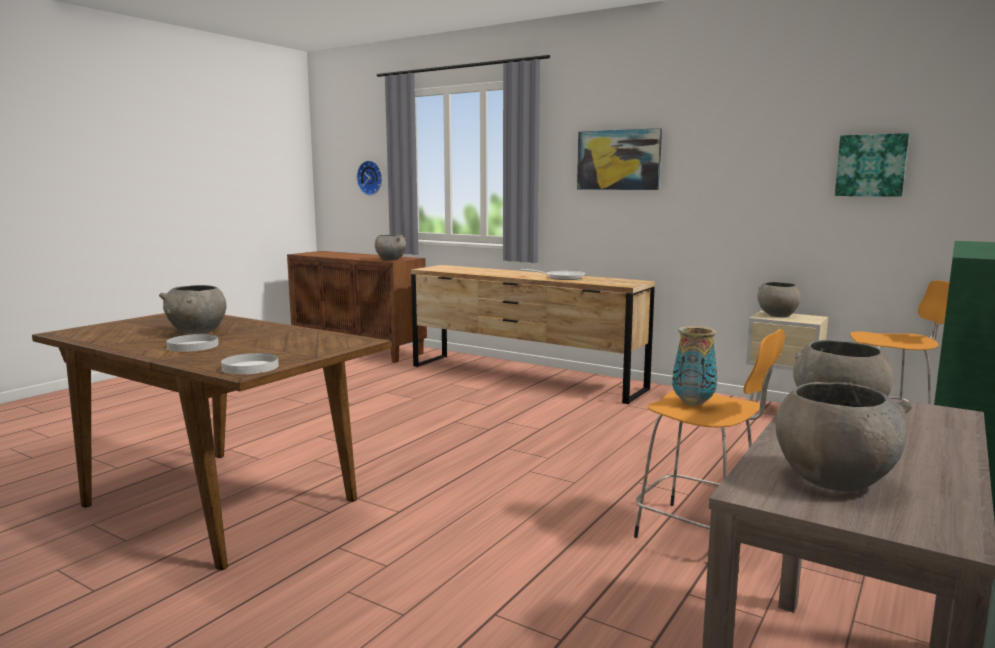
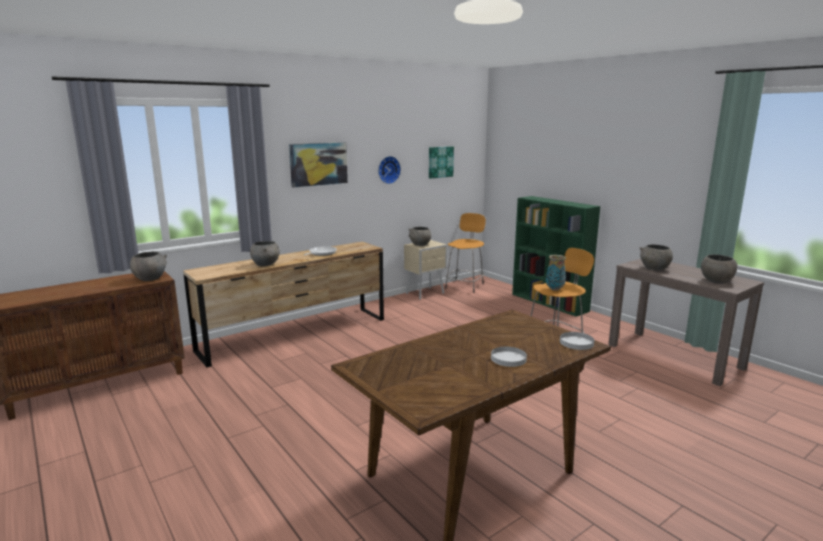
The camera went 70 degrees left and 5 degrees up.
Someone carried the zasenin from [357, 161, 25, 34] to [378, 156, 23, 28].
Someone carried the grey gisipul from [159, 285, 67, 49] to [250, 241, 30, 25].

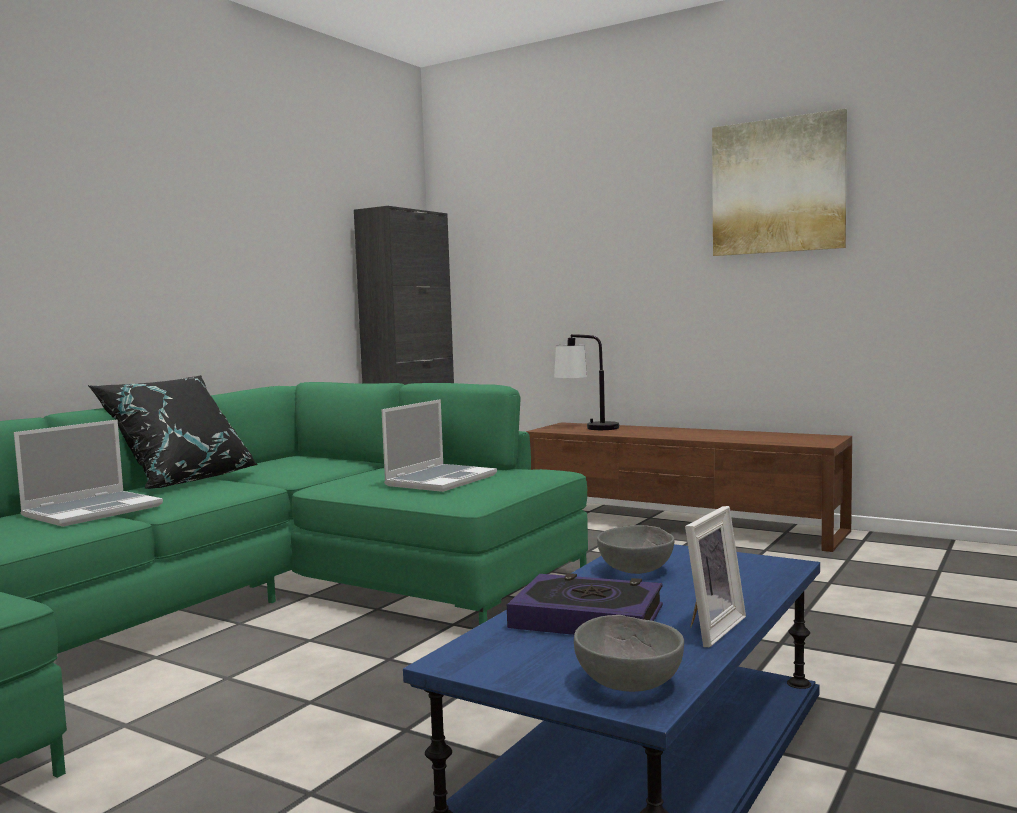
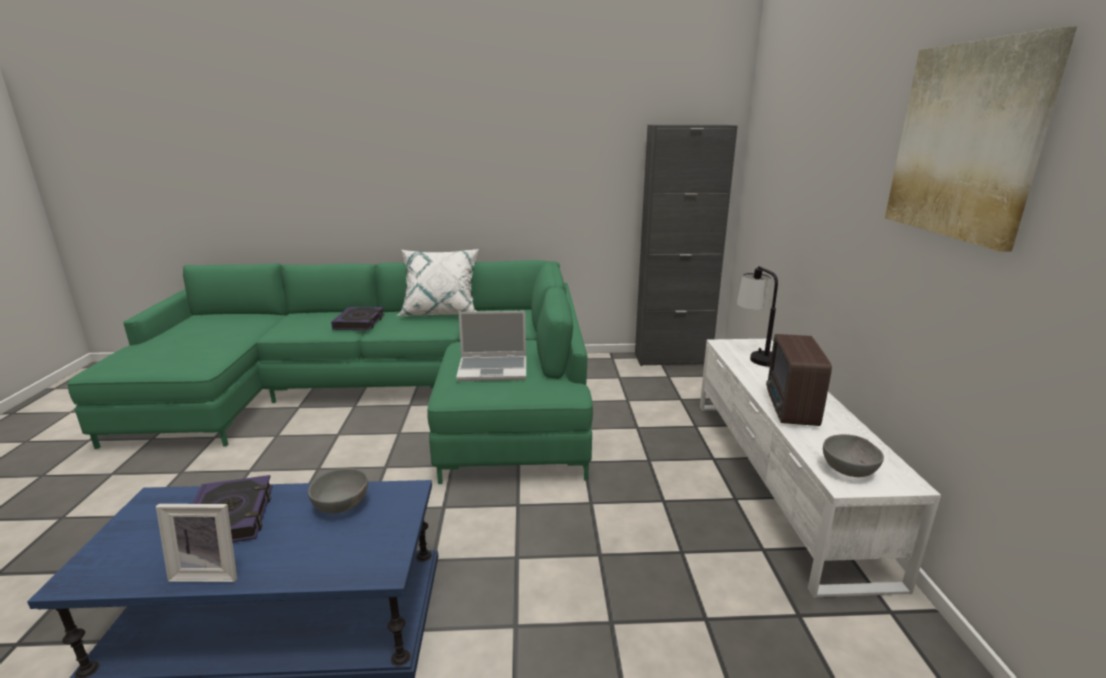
The camera went 55 degrees right and 15 degrees up.
Someone repainted the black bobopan at [88, 375, 170, 114], which became the white bobopan at [396, 249, 83, 67].
Someone swapped the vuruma at [14, 420, 149, 107] for the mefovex at [331, 307, 53, 23].
Someone repainted the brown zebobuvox at [526, 422, 326, 130], which became the white zebobuvox at [700, 339, 241, 259].
Someone carried the grey gisipul from [574, 615, 110, 77] to [823, 434, 61, 43].
Someone put down the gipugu at [766, 334, 66, 92].

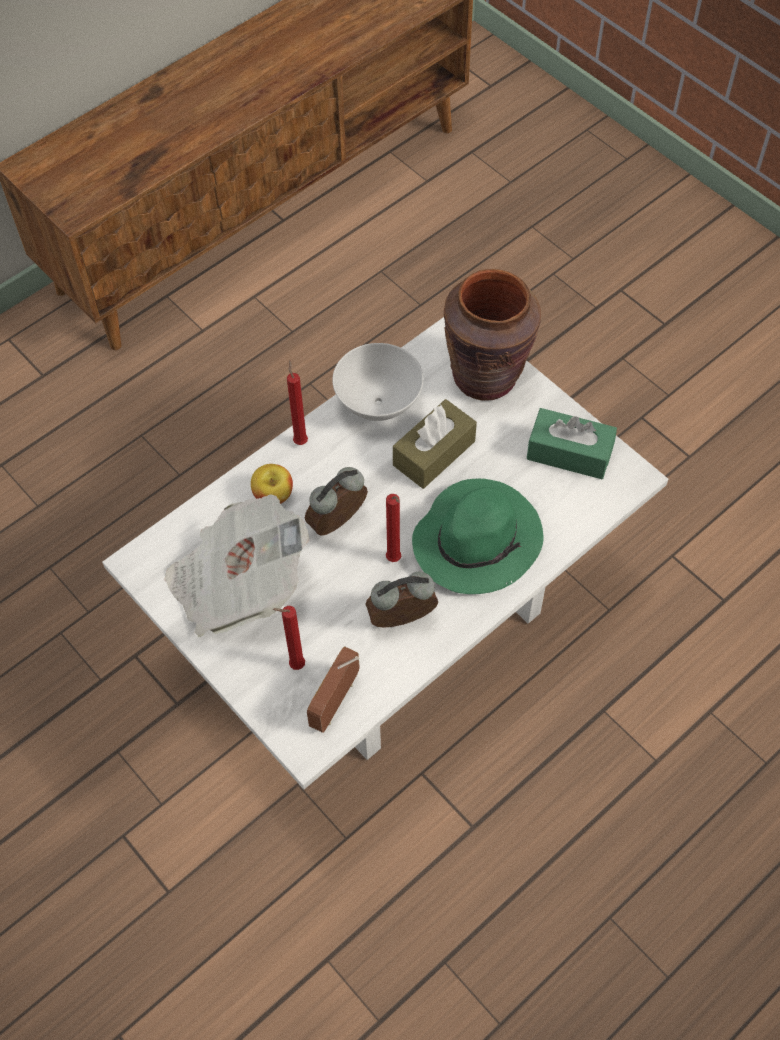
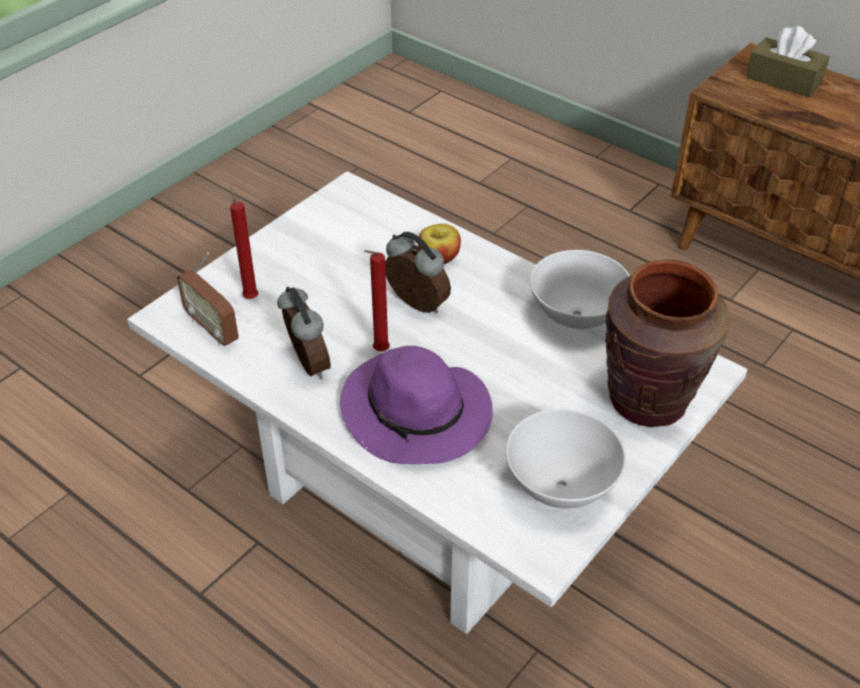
The camera went 80 degrees right and 15 degrees down.
Someone took away the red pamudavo at [287, 360, 21, 85].
Someone carried the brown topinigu from [393, 399, 84, 90] to [746, 26, 84, 71].
Someone swapped the green topinigu at [527, 408, 90, 71] for the white gisipul at [506, 409, 120, 100].
Someone repainted the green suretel at [412, 479, 132, 115], which became the purple suretel at [340, 346, 153, 118].
Someone took away the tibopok at [164, 494, 145, 143].
Someone rotated the gipugu at [307, 646, 53, 87] by 150 degrees counterclockwise.

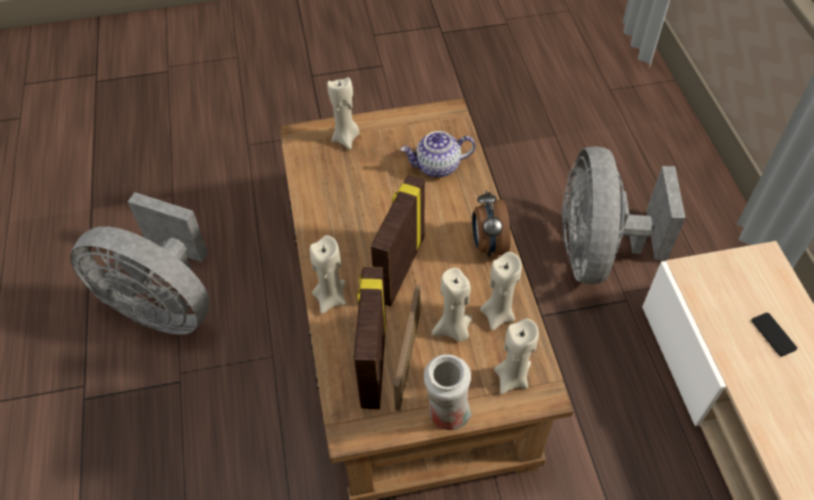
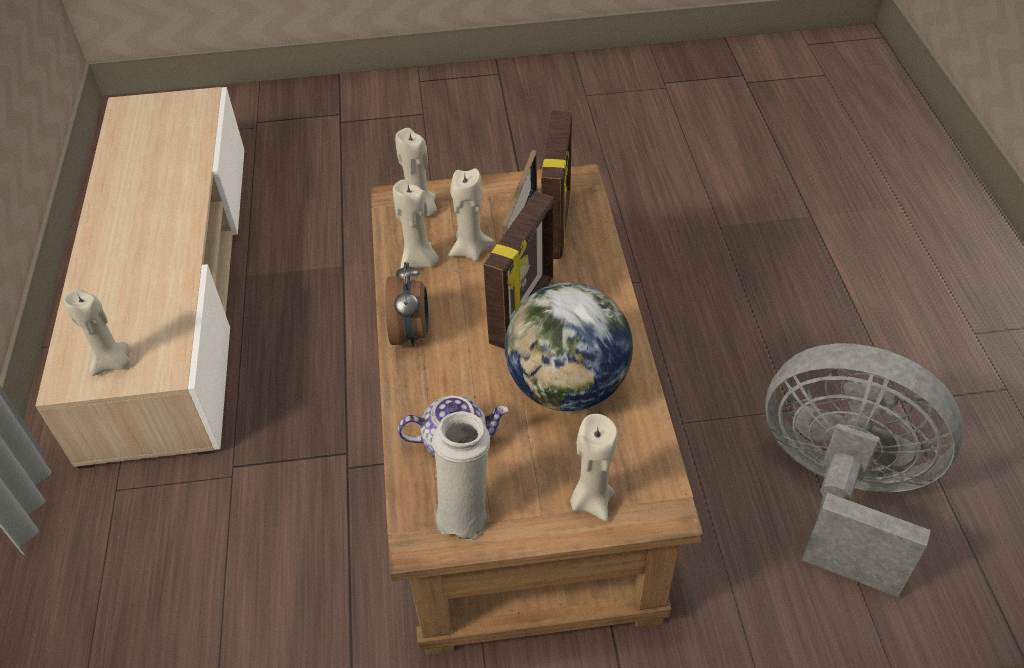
The camera went 175 degrees left and 5 degrees down.
Someone took away the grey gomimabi at [562, 146, 124, 138].
Someone carried the beige pamudavo from [310, 235, 36, 79] to [63, 289, 67, 87].
Someone took away the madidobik at [751, 313, 46, 44].
Someone carried the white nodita from [424, 354, 48, 76] to [432, 411, 58, 128].
Someone put down the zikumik at [505, 283, 128, 128].

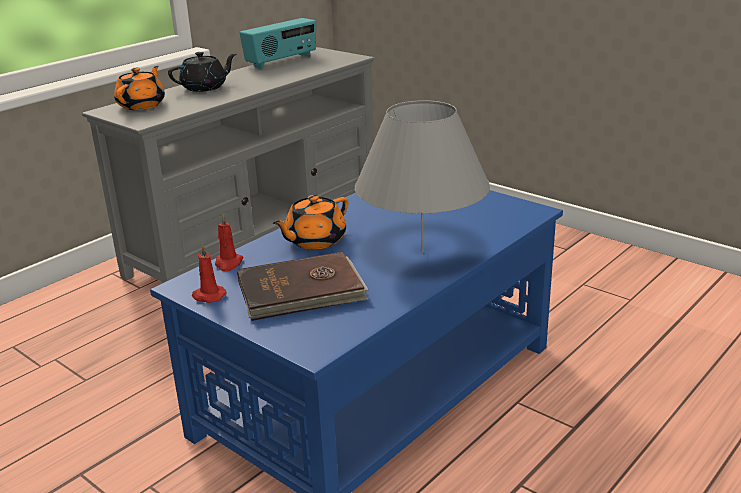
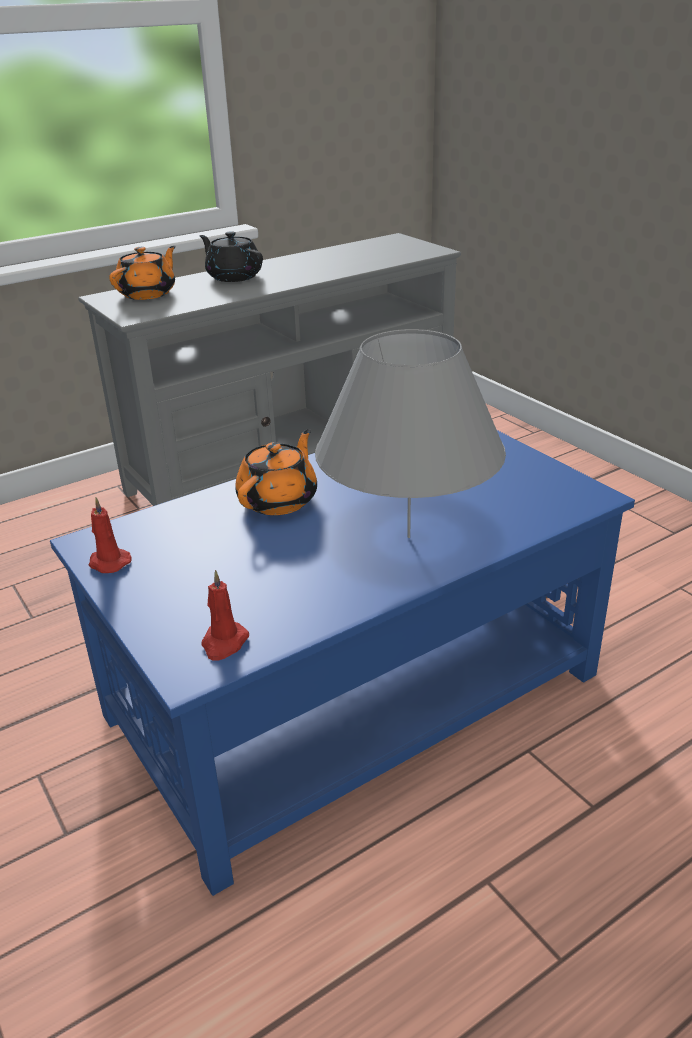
The camera went 15 degrees right and 5 degrees up.
Someone took away the gipugu at [240, 18, 76, 51].
Someone rotated the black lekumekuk at [168, 52, 68, 40] by 120 degrees counterclockwise.
Someone rotated the orange lekumekuk at [273, 195, 75, 54] by 150 degrees clockwise.
Someone carried the red pamudavo from [215, 213, 29, 59] to [201, 570, 48, 91].
Someone took away the brown mefovex at [237, 252, 132, 69].

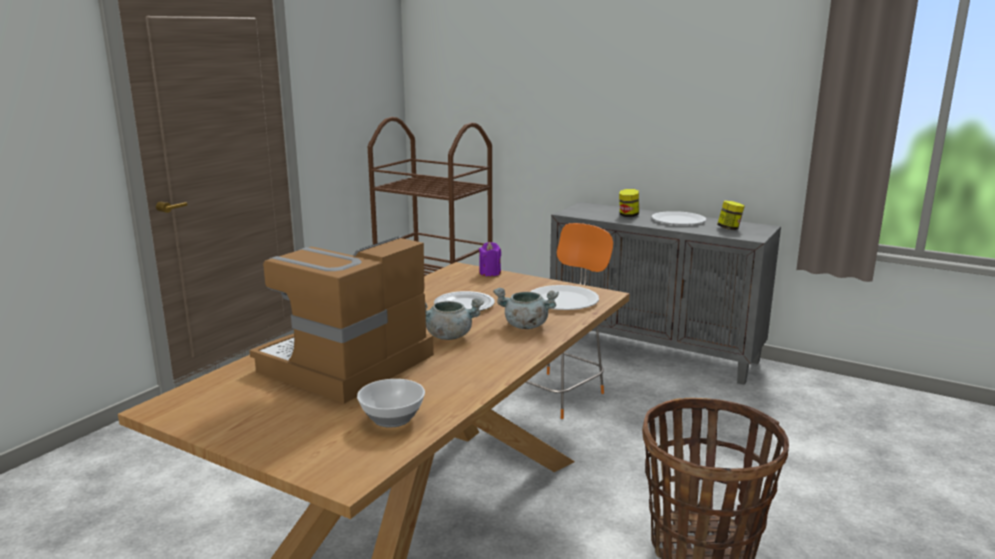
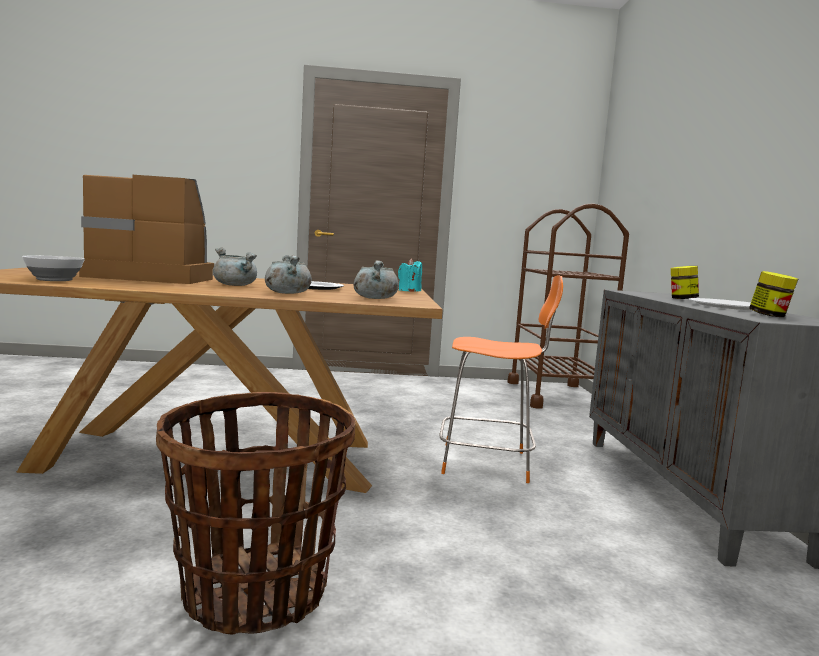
The camera went 55 degrees right and 10 degrees down.
Someone repainted the purple pamudavo at [479, 242, 22, 34], which became the turquoise pamudavo at [398, 259, 24, 32].
Someone swapped the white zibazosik at [530, 285, 69, 25] for the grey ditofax at [354, 260, 45, 39].

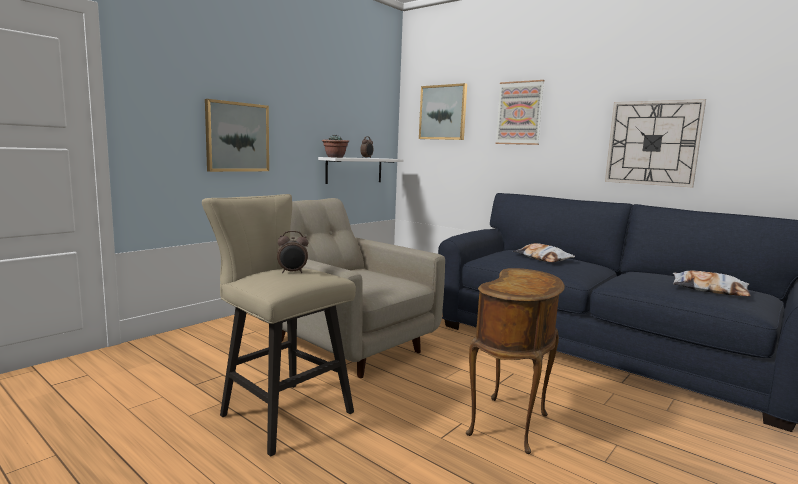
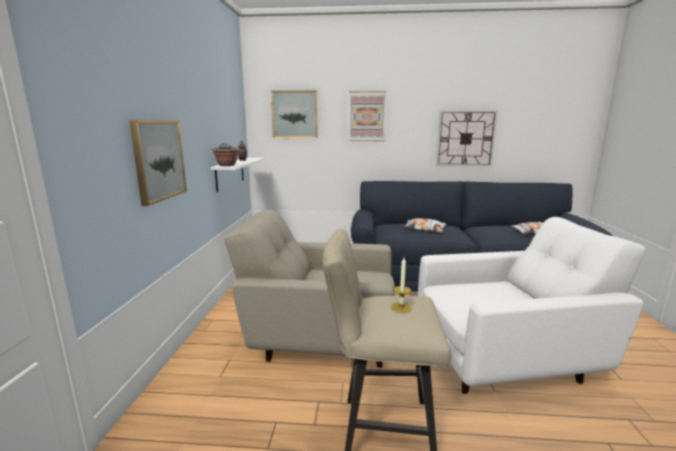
The camera went 35 degrees left and 5 degrees up.
Someone swapped the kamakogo at [277, 231, 32, 42] for the pamudavo at [391, 258, 21, 55].
Someone swapped the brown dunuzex at [466, 268, 99, 186] for the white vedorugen at [418, 217, 228, 177].

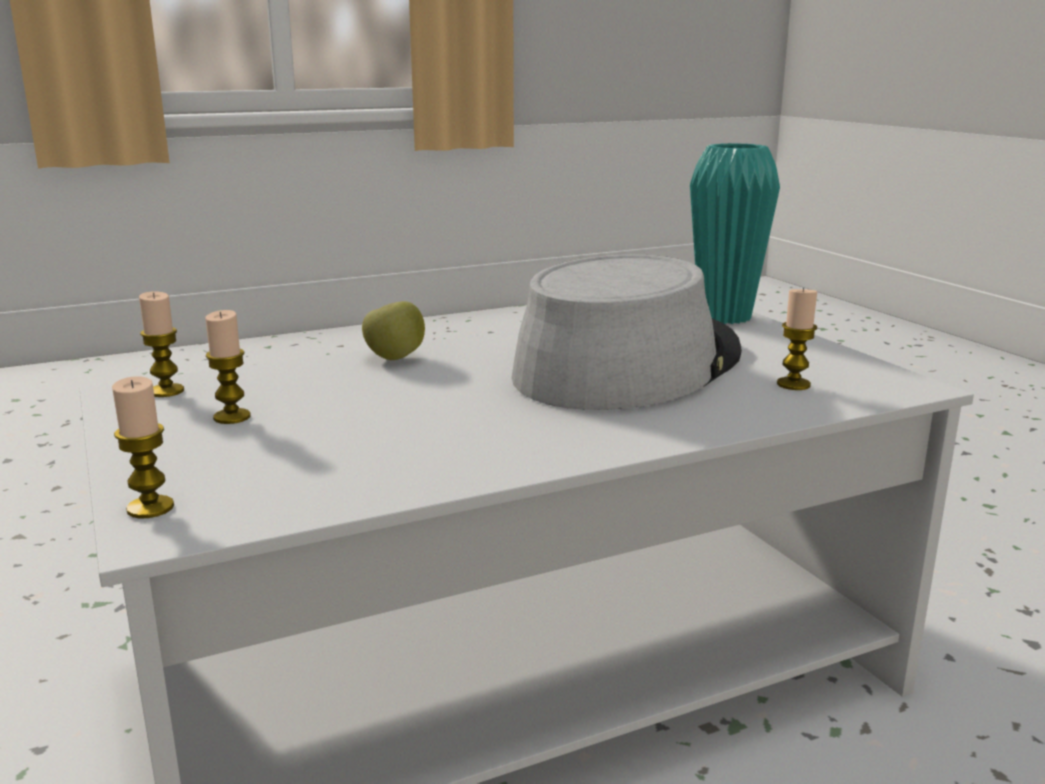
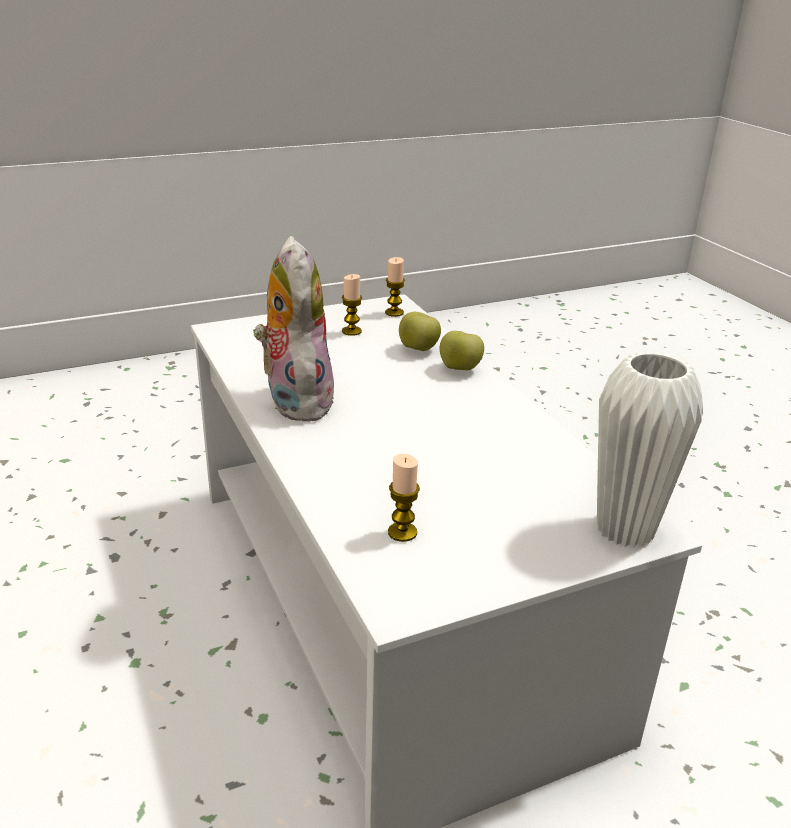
The camera went 90 degrees right and 10 degrees up.
Someone repainted the turquoise nodita at [690, 143, 90, 181], which became the white nodita at [597, 351, 106, 196].
Someone took away the grey suretel at [511, 254, 231, 156].
Someone took away the pamudavo at [112, 376, 62, 143].
Someone put down the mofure at [253, 236, 81, 186].
Someone put down the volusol at [399, 312, 42, 39].

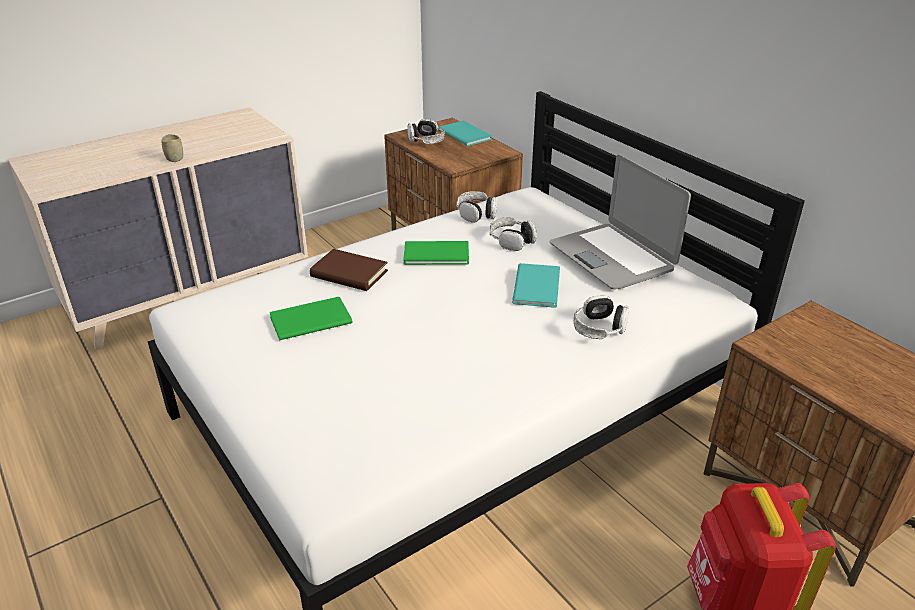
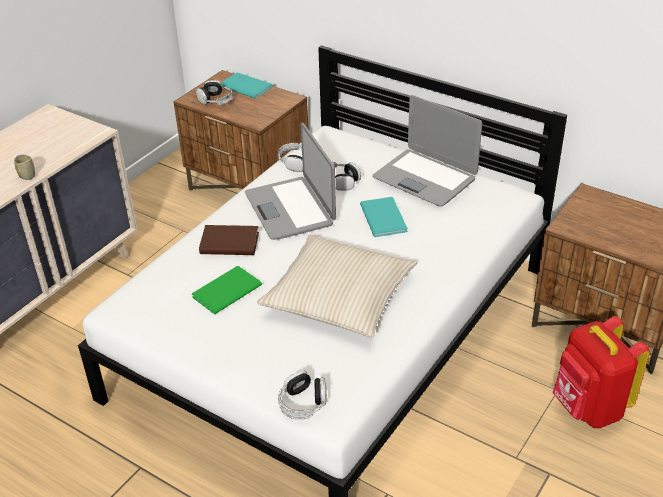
The camera went 20 degrees left and 5 degrees up.
Someone swapped the green mefovex at [403, 241, 66, 24] for the vuruma at [245, 123, 91, 117].
Someone carried the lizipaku from [574, 295, 55, 44] to [278, 370, 49, 50].
Someone put down the beige bobopan at [257, 235, 160, 103].

